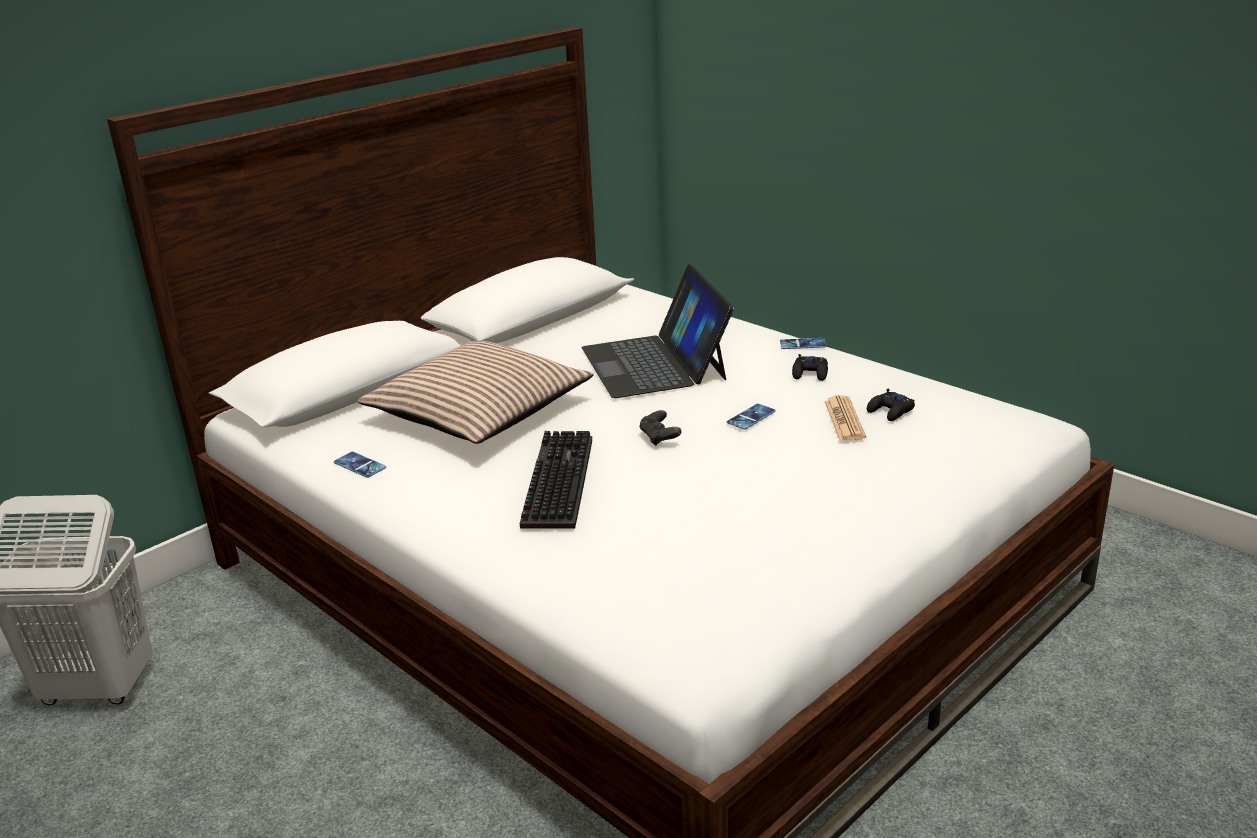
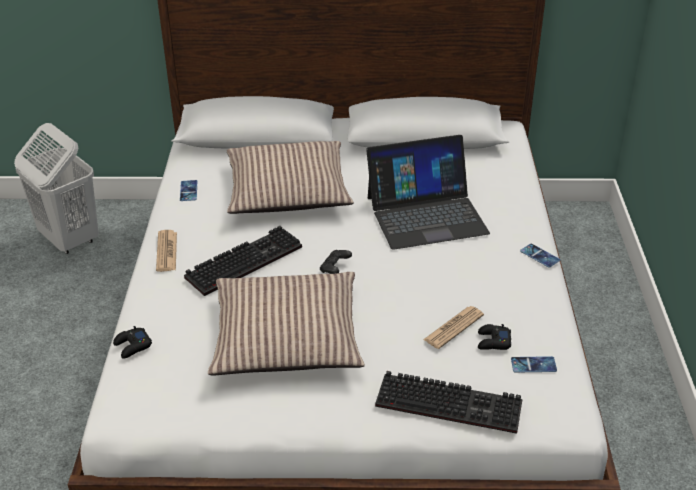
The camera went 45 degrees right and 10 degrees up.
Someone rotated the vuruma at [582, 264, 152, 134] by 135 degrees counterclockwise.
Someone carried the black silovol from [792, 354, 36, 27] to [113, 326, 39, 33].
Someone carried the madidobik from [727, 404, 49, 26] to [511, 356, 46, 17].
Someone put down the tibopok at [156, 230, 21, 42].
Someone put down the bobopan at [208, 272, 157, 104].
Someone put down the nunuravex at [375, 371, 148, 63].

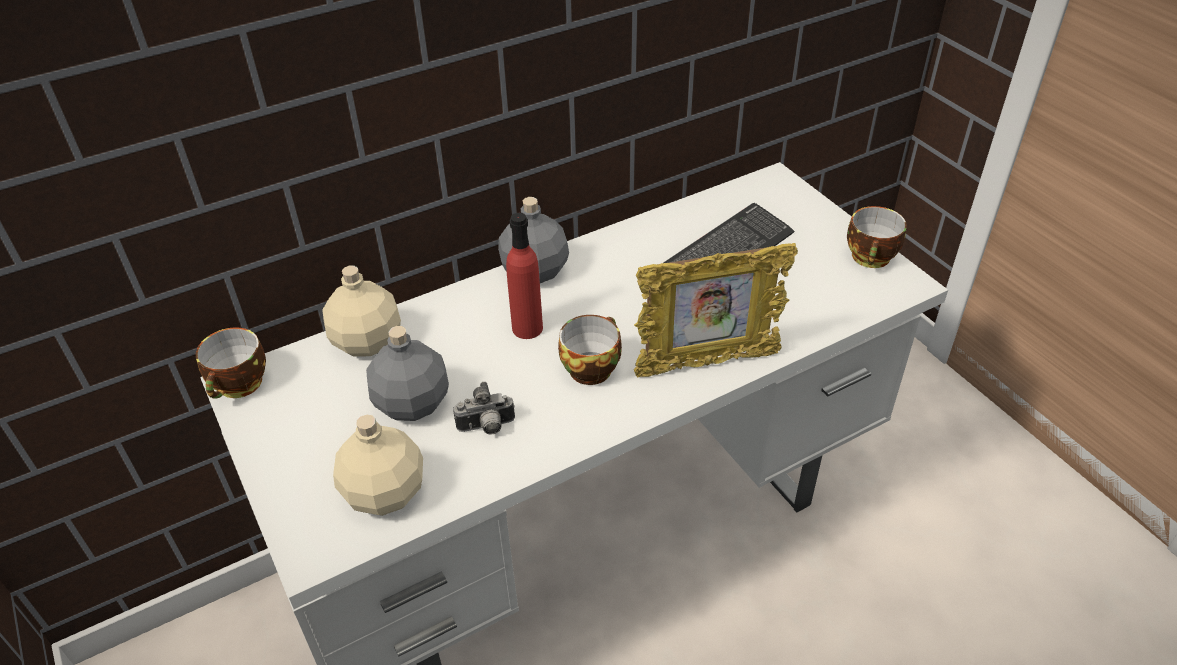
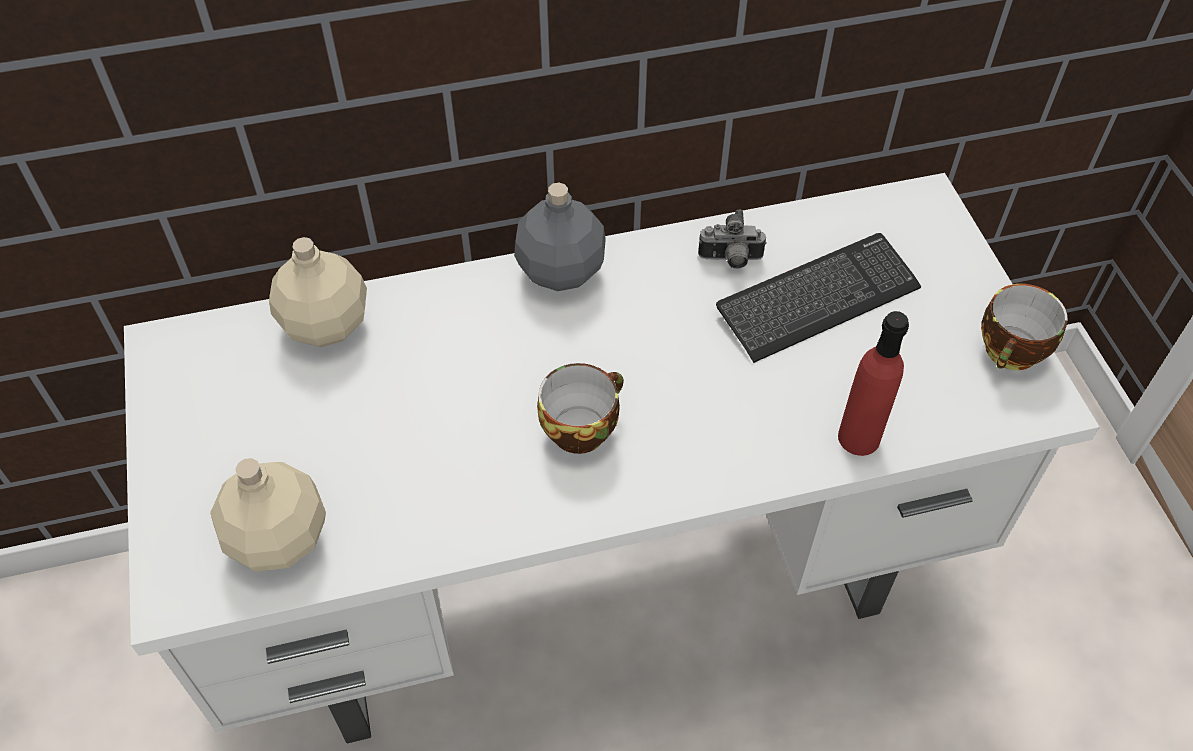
The camera went 15 degrees right and 10 degrees up.
Someone carried the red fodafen from [506, 213, 37, 126] to [838, 311, 71, 145].
Someone took away the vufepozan at [634, 243, 164, 134].
Someone took away the grey fodafen at [366, 326, 83, 95].
Someone took away the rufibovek at [196, 327, 70, 72].
Someone carried the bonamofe from [453, 382, 62, 52] to [698, 209, 69, 60].

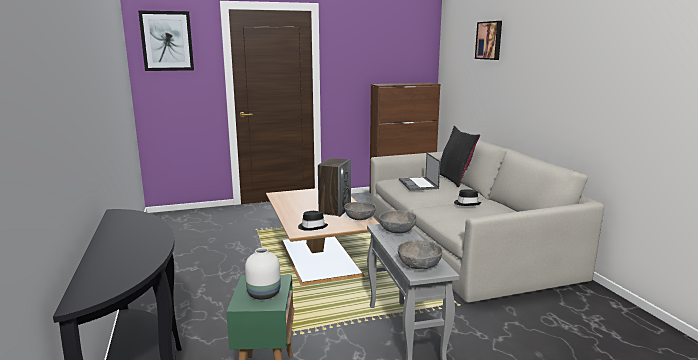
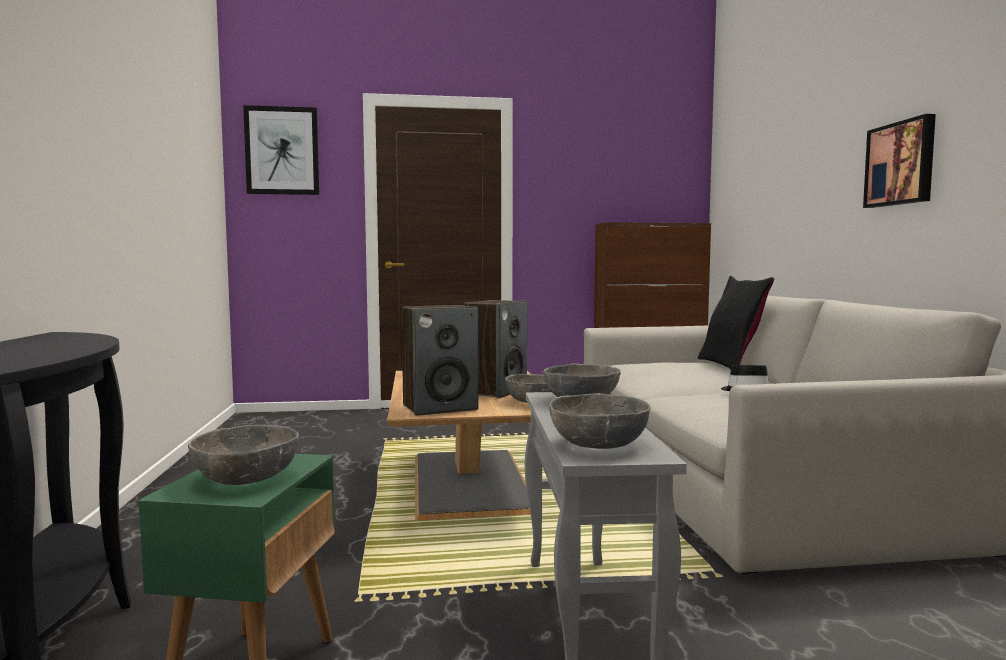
The camera went 10 degrees right and 10 degrees down.
Someone carried the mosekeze from [475, 21, 27, 39] to [863, 114, 73, 94].
Someone took away the vuruma at [399, 153, 41, 38].
Someone swapped the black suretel at [298, 211, 30, 20] for the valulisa at [402, 305, 77, 111].
Someone swapped the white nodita at [245, 248, 36, 52] for the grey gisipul at [188, 425, 111, 60].

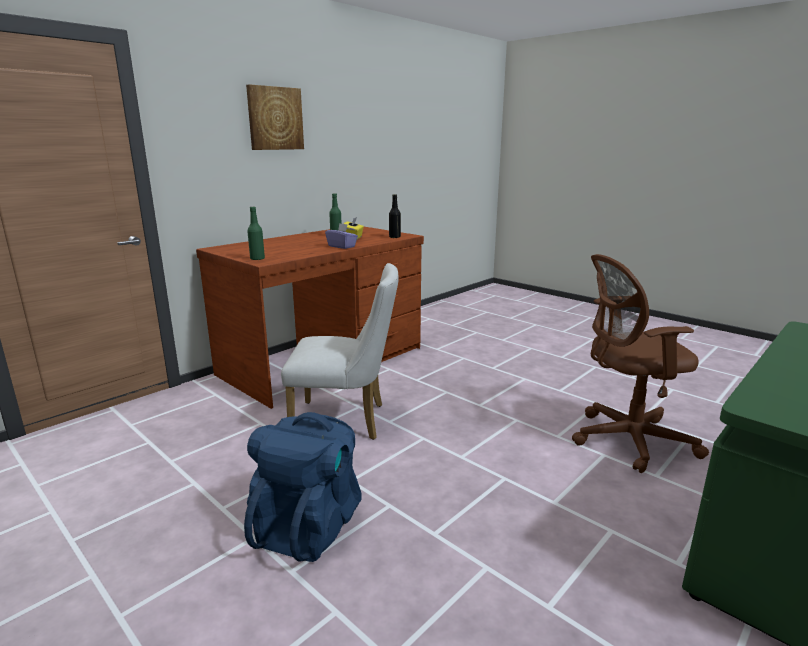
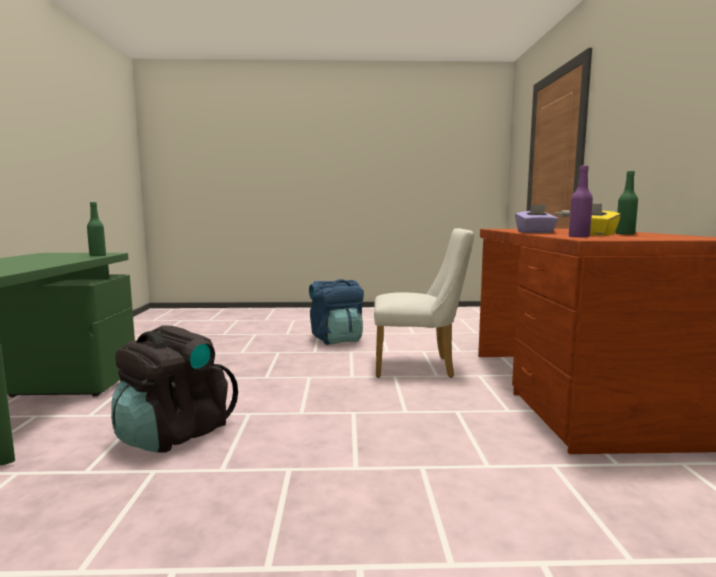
The camera went 135 degrees right and 10 degrees down.
Someone took away the mosekeze at [246, 84, 58, 66].
Someone repainted the black fodafen at [389, 194, 12, 44], which became the purple fodafen at [569, 165, 24, 73].
Someone carried the green fodafen from [247, 207, 18, 53] to [87, 202, 19, 54].
Someone swapped the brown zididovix at [572, 254, 137, 219] for the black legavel at [111, 325, 127, 128].
Someone rotated the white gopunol at [281, 263, 118, 177] by 135 degrees counterclockwise.

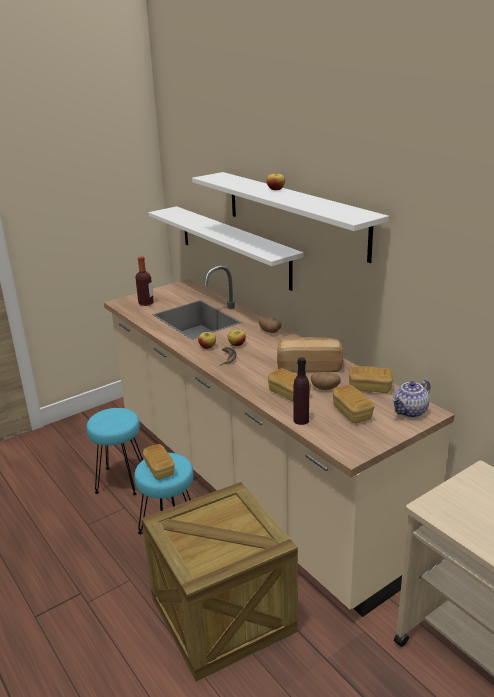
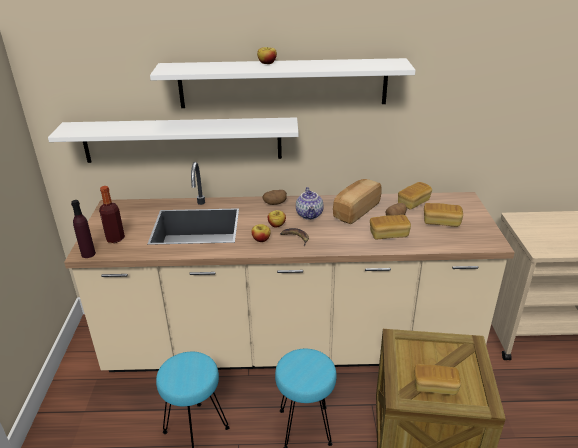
The camera went 55 degrees left and 5 degrees up.
Someone carried the purple fodafen from [293, 357, 16, 68] to [71, 200, 25, 58].
Someone carried the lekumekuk from [392, 380, 39, 38] to [296, 187, 27, 33].
Someone carried the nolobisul from [143, 444, 32, 36] to [414, 364, 47, 31].

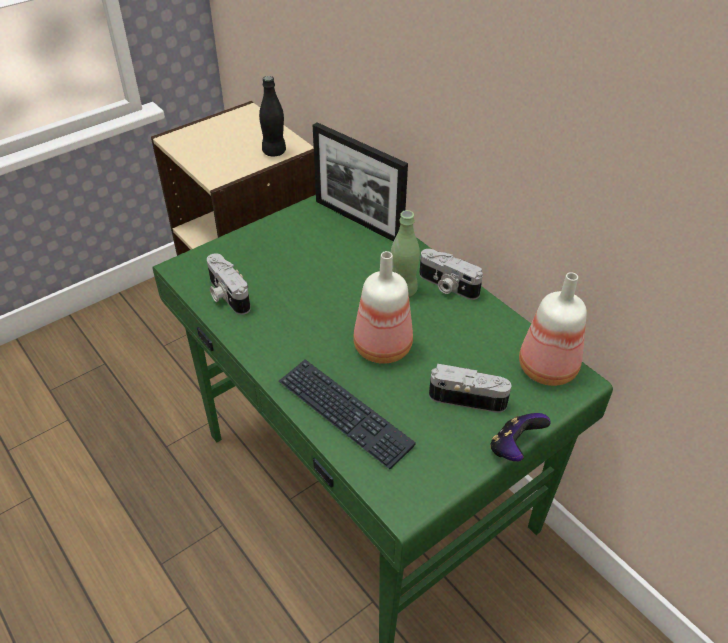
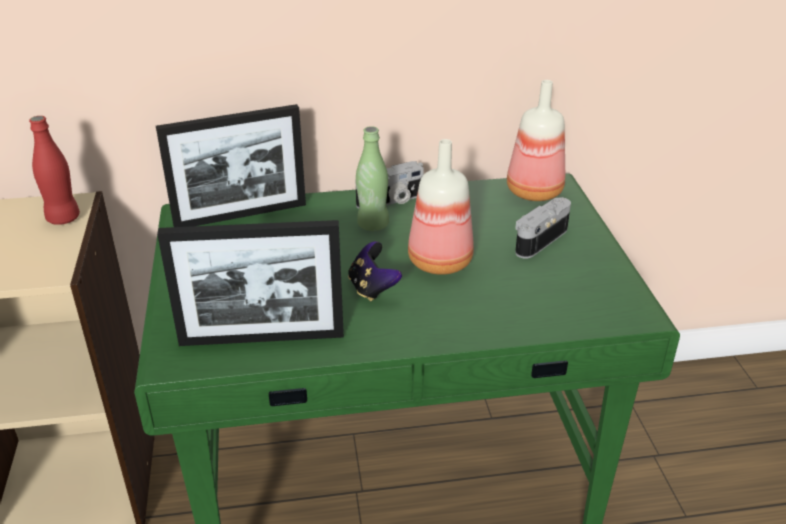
The camera went 60 degrees left and 10 degrees down.
Someone repainted the black fodafen at [259, 76, 27, 81], which became the red fodafen at [29, 116, 51, 109].
Someone swapped the bonamofe at [207, 253, 43, 62] for the vufepozan at [157, 220, 187, 126].
Someone took away the nunuravex at [279, 359, 137, 110].
Someone carried the silovol from [490, 413, 61, 49] to [348, 241, 54, 60].

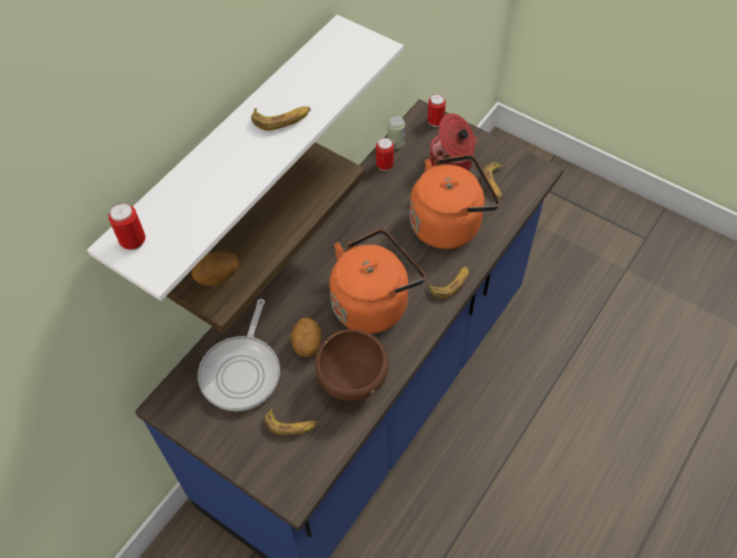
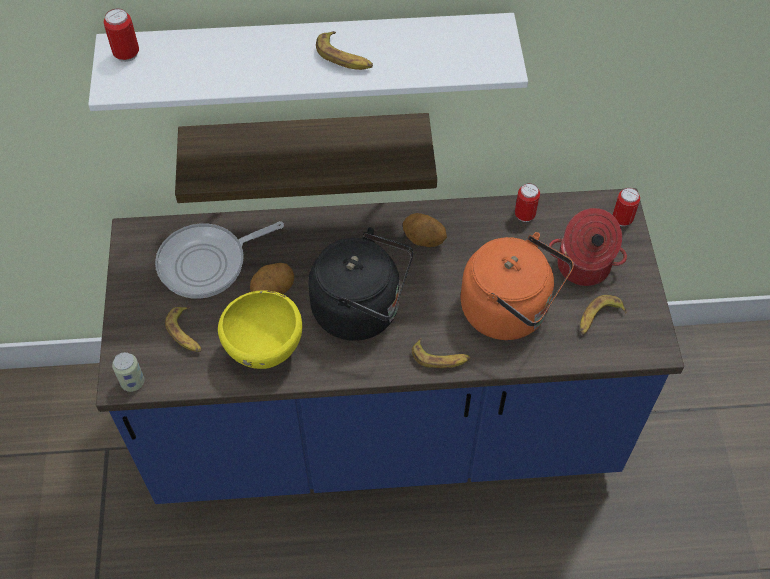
The camera went 50 degrees right and 0 degrees up.
Someone carried the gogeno from [387, 116, 18, 33] to [112, 352, 33, 40].
Someone repainted the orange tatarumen at [329, 229, 96, 105], which became the black tatarumen at [308, 227, 105, 114].
Someone carried the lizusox from [191, 251, 48, 35] to [403, 213, 44, 34].
Someone repainted the brown gisipul at [315, 329, 74, 72], which became the yellow gisipul at [218, 290, 84, 79].

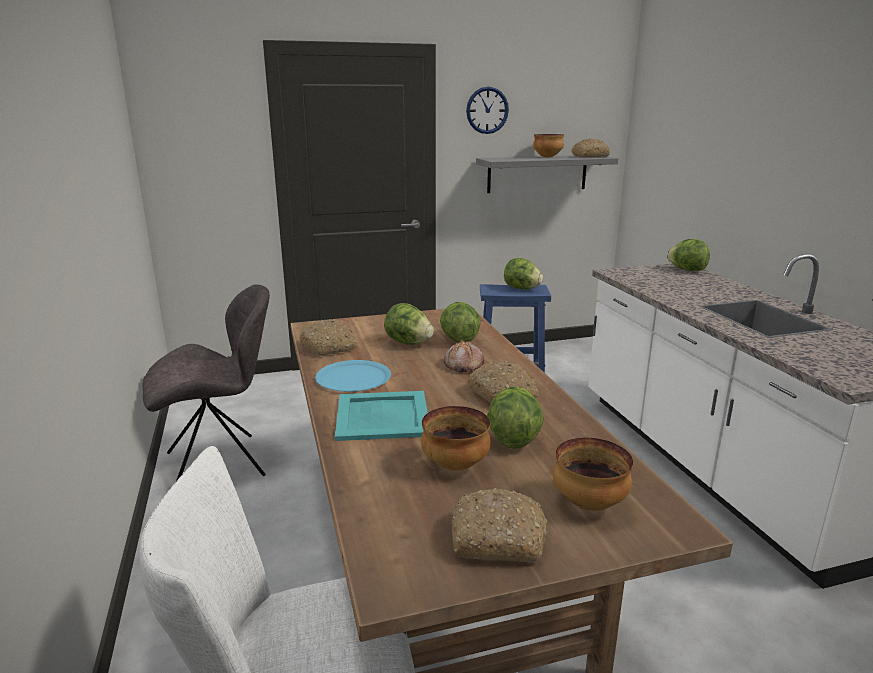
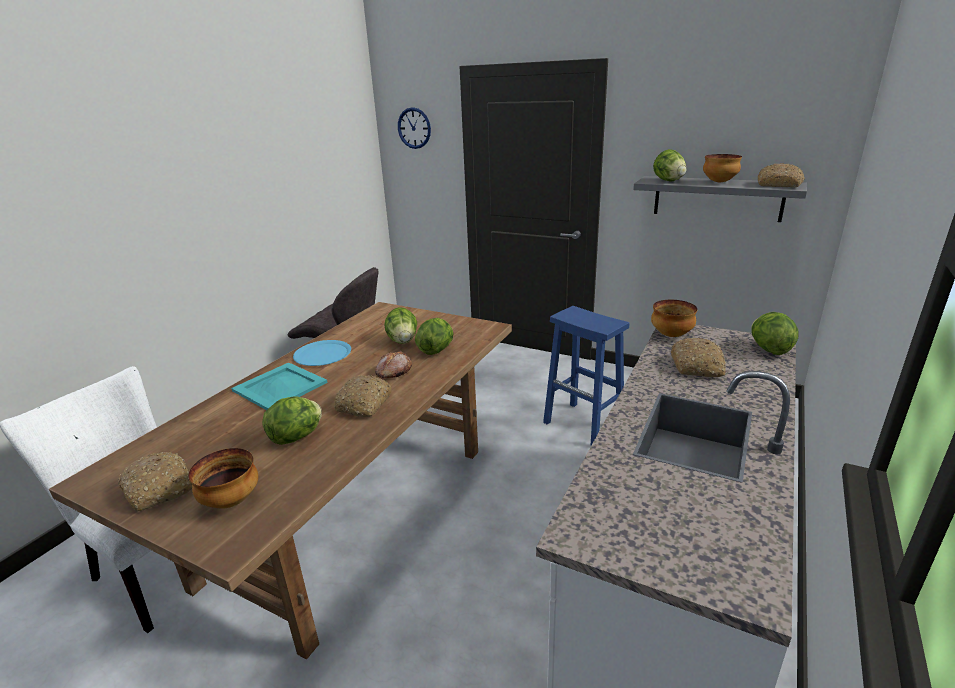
The camera went 45 degrees right and 5 degrees up.
Someone carried the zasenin from [466, 87, 43, 47] to [398, 107, 33, 42].
Someone carried the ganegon from [504, 258, 39, 31] to [653, 149, 33, 33].
Someone carried the nolobisul from [299, 319, 58, 37] to [670, 337, 56, 40].
Someone carried the gisipul from [421, 406, 69, 64] to [651, 300, 46, 37].

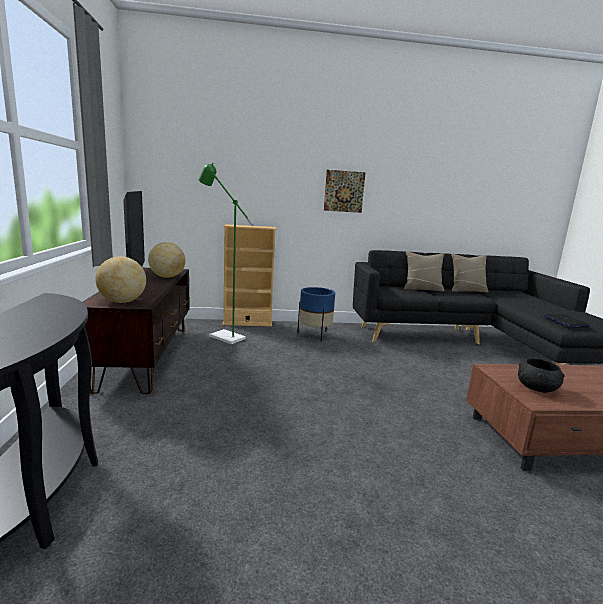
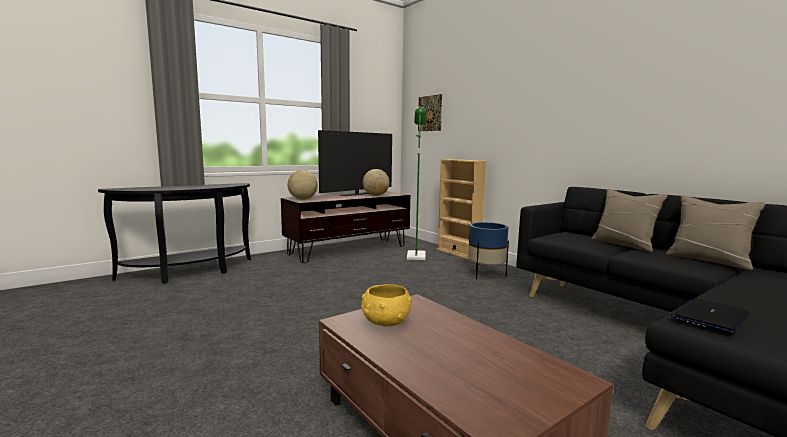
The camera went 60 degrees right and 5 degrees down.
Someone carried the mosekeze from [324, 170, 42, 43] to [418, 94, 24, 37].
Someone repainted the black gisipul at [518, 358, 47, 35], which became the yellow gisipul at [361, 284, 51, 42].

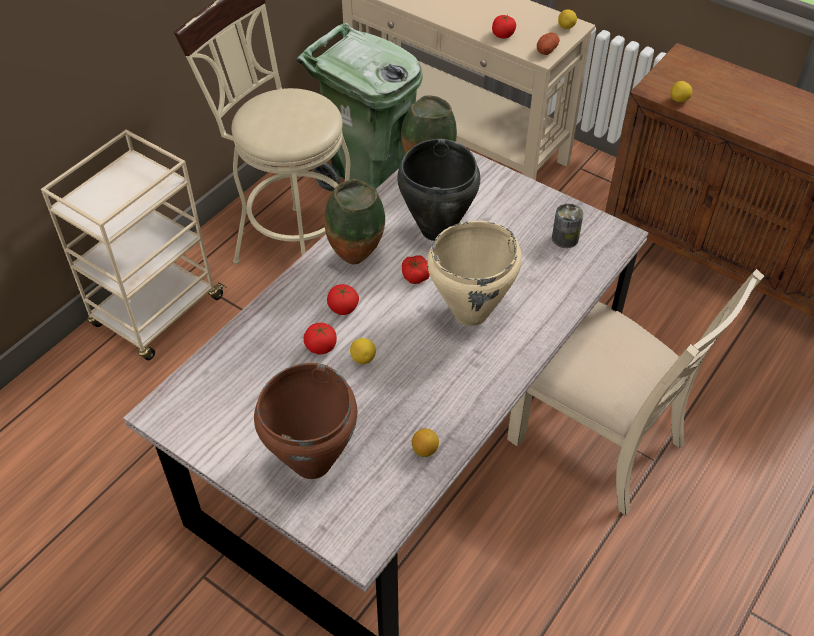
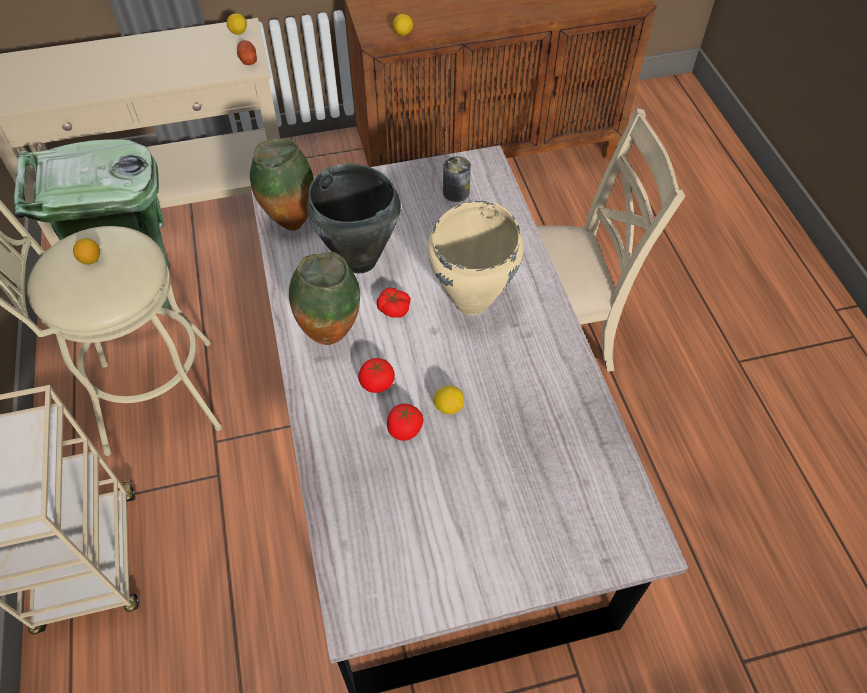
The camera went 50 degrees left and 5 degrees up.
Someone took away the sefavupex at [492, 15, 24, 24].
Someone took away the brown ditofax at [254, 363, 103, 116].
Someone carried the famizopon from [412, 428, 27, 29] to [73, 238, 27, 27].

